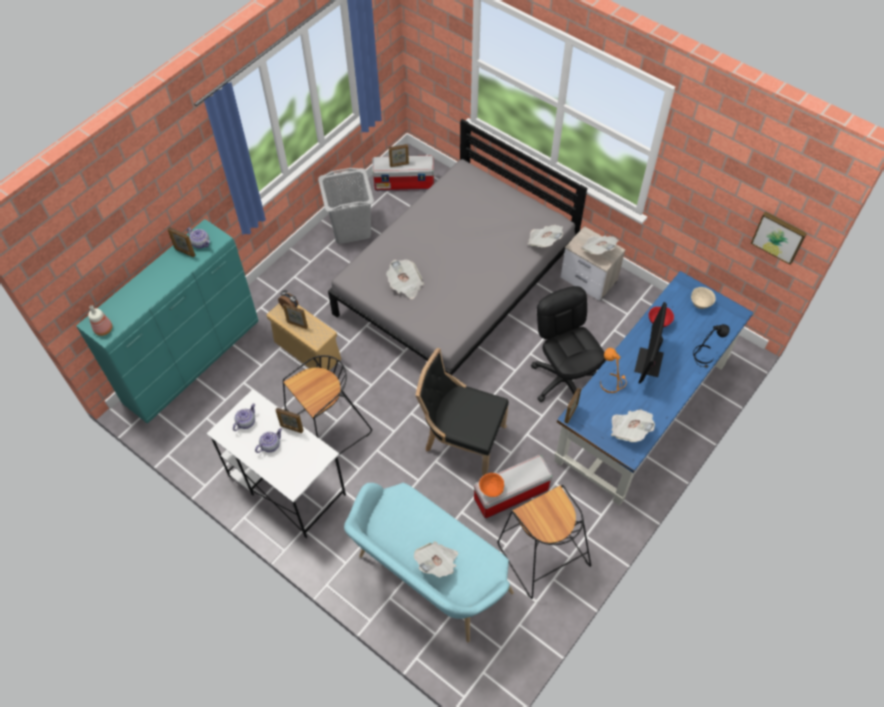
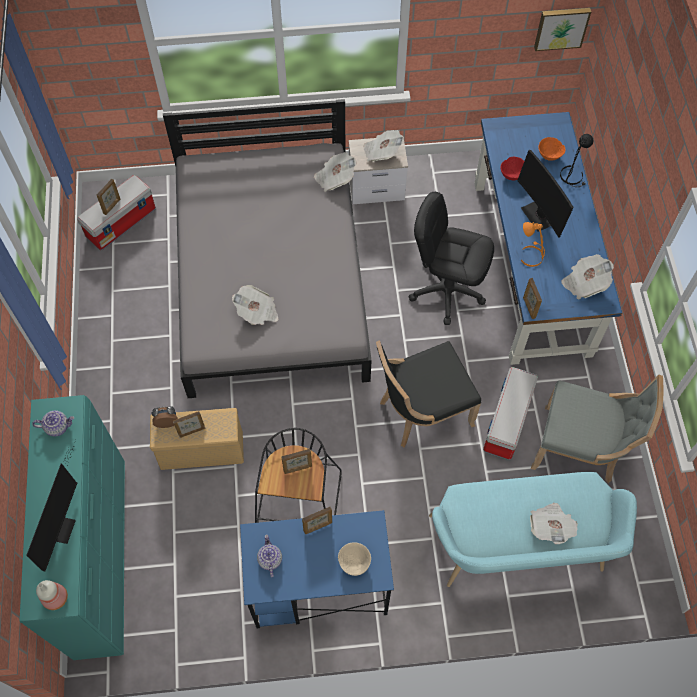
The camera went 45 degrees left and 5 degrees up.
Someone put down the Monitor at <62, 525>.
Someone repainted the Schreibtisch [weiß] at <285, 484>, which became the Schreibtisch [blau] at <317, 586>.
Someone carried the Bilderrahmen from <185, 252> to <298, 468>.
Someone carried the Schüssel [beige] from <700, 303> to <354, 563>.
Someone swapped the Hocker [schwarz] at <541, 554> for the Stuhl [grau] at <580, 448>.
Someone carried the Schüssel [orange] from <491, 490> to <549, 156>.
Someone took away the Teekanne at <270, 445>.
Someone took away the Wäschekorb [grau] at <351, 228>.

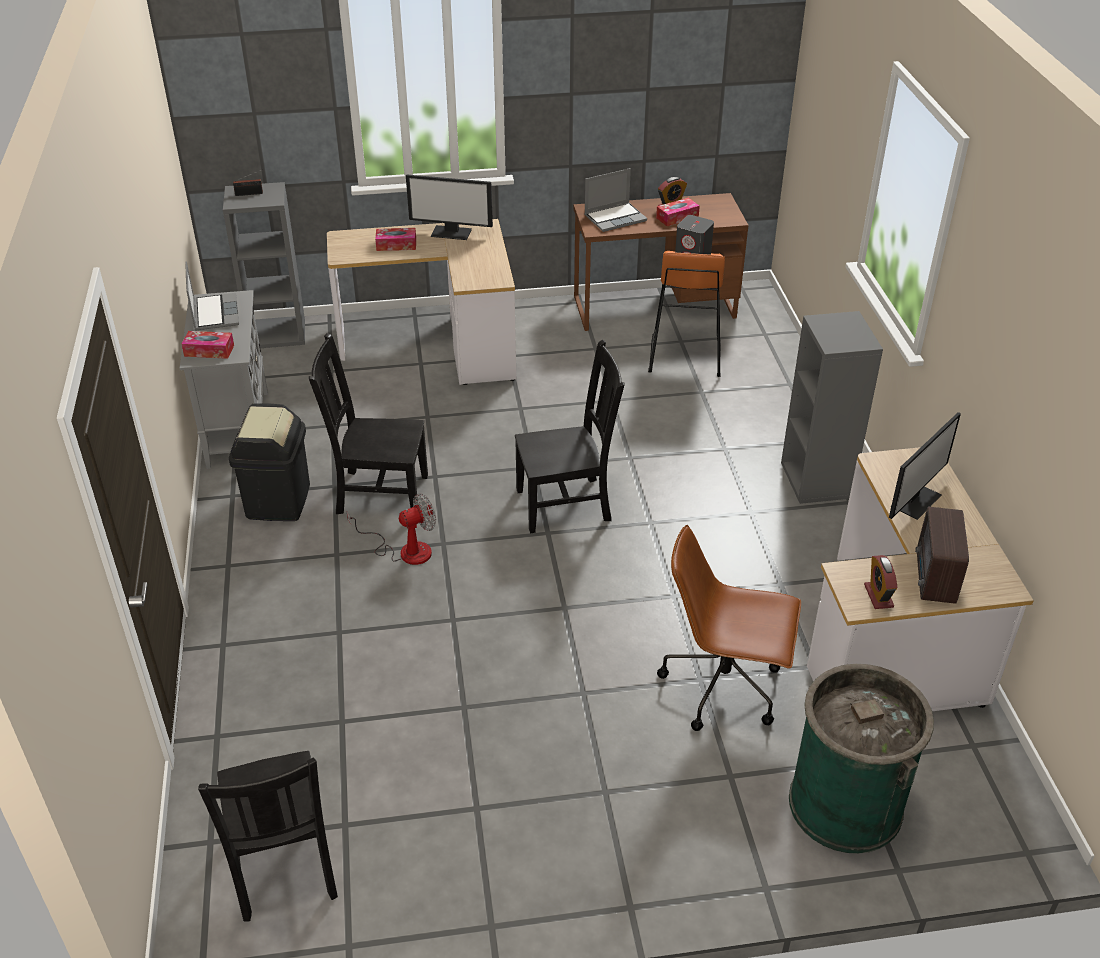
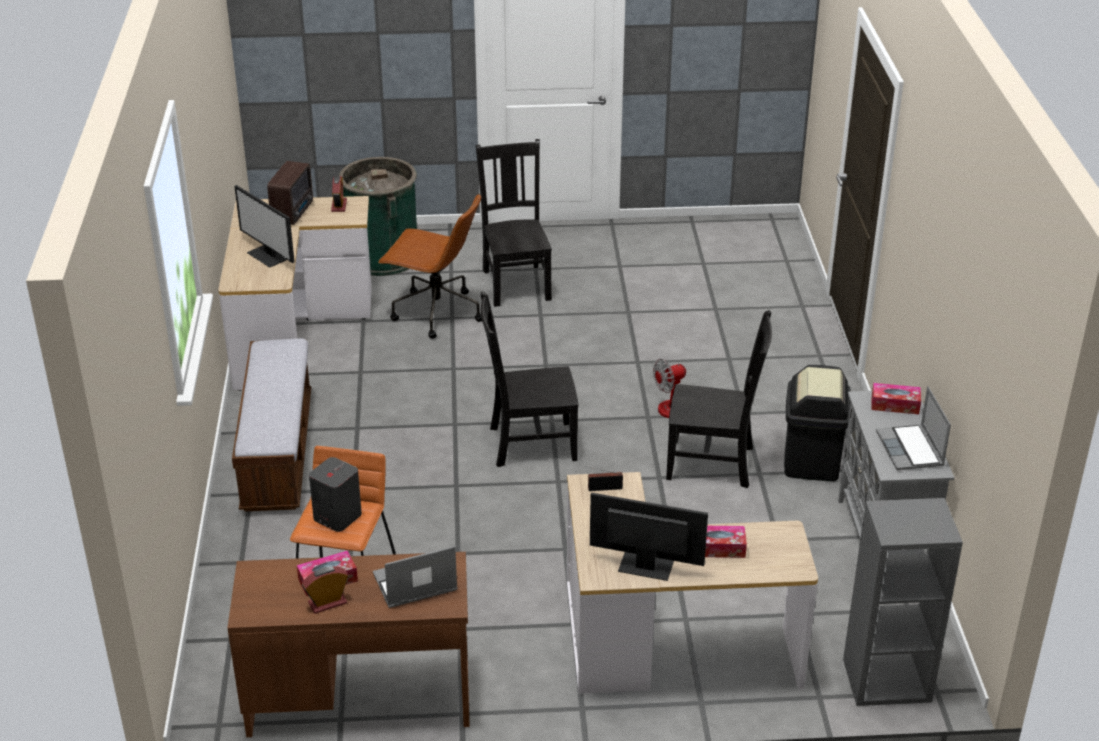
The camera went 175 degrees left and 5 degrees down.
Someone swapped the Bücherregal [grau] at <817, 480> for the Bank at <278, 452>.
Someone rotated the Monitor at <915, 500> by 90 degrees counterclockwise.
Someone carried the Stuhl [schwarz] from <284, 866> to <516, 283>.
Someone carried the Radio from <250, 194> to <603, 488>.

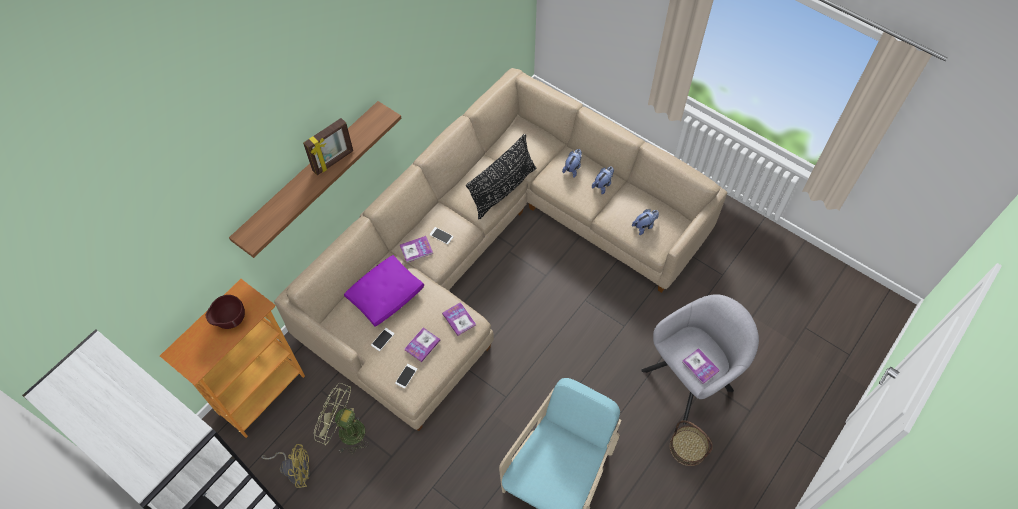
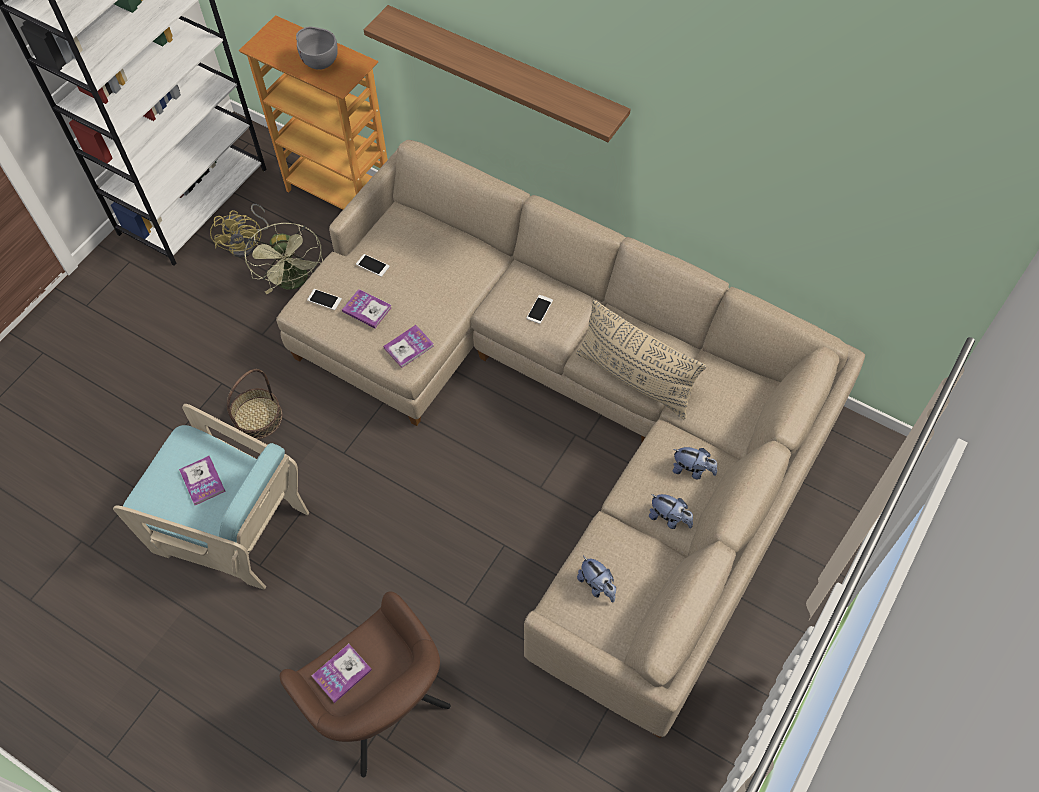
The camera went 85 degrees right and 0 degrees up.
Someone carried the Buch from <416, 249> to <202, 481>.
Someone carried the Korb from <688, 447> to <257, 417>.
Someone rotated the Ventilator [grün] at <345, 431> by 150 degrees clockwise.
Someone repainted the Sessel [grau] at <691, 378>, which became the Sessel [braun] at <382, 709>.
Someone repainted the Schüssel [braun] at <230, 321>, which became the Schüssel [grau] at <319, 63>.
Someone repainted the Kissen [schwarz] at <503, 190>, which became the Kissen [beige] at <635, 379>.
Someone took away the Bilderrahmen at <333, 161>.
Someone took away the Kissen [lila] at <386, 294>.

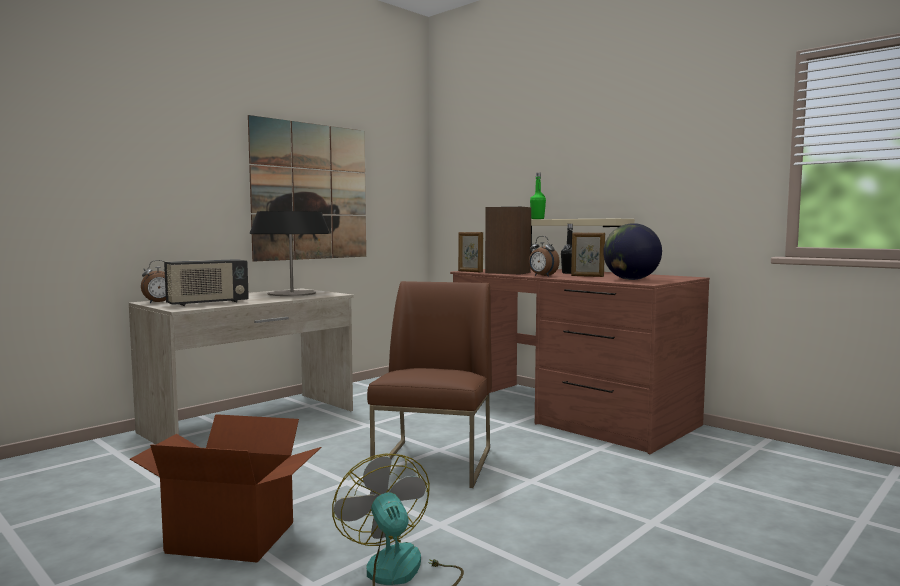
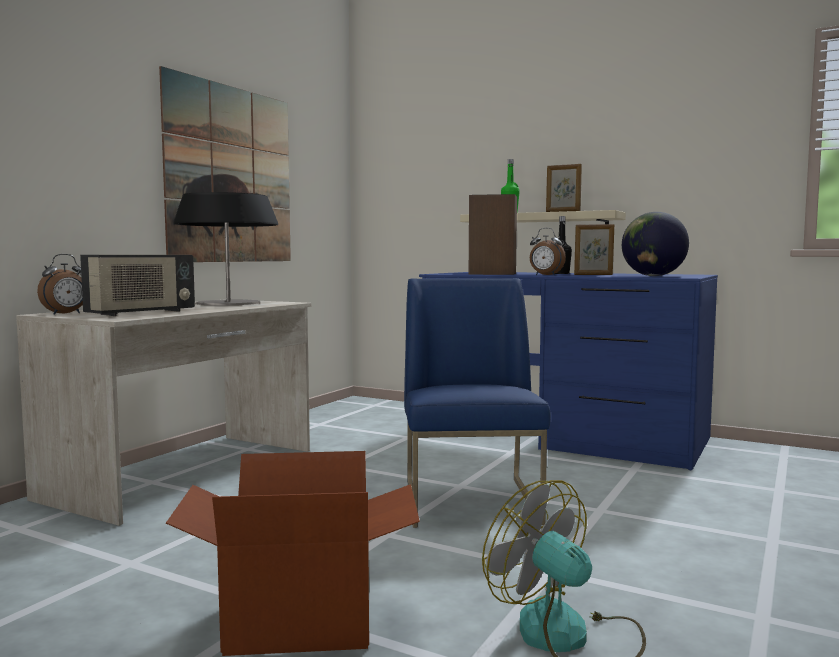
The camera went 15 degrees left and 0 degrees up.
Someone repainted the Stuhl [braun] at <435, 463>, which became the Stuhl [blau] at <472, 502>.
Someone repainted the Schreibtisch [braun] at <570, 413>, which became the Schreibtisch [blau] at <564, 435>.
Someone carried the Bilderrahmen from <470, 271> to <563, 211>.

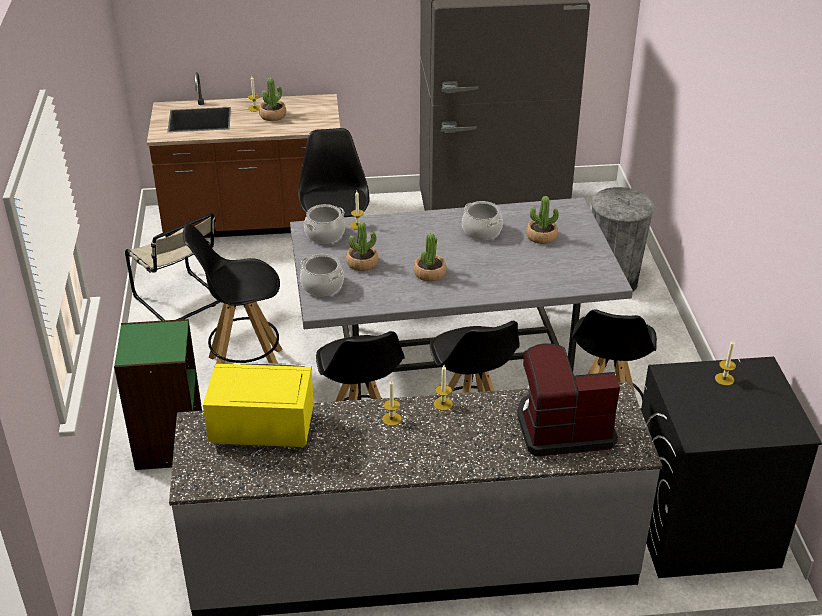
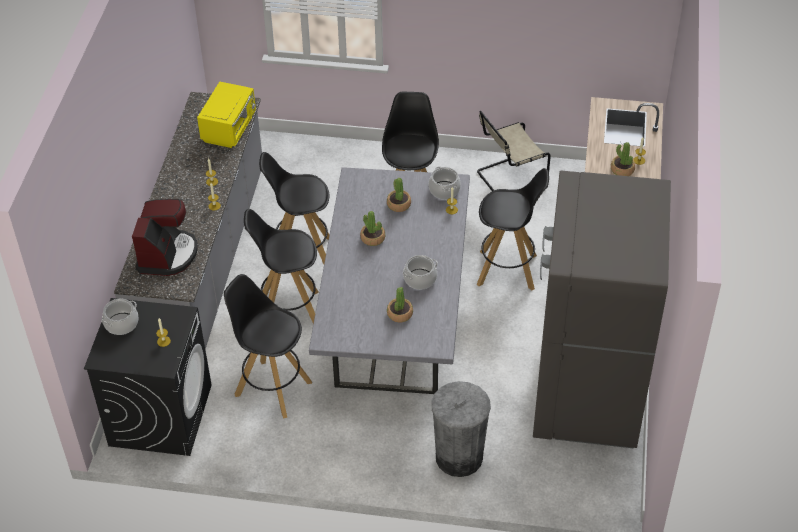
The camera went 105 degrees right and 10 degrees up.
Someone carried the Kochtopf from <322, 286> to <121, 323>.
Someone took away the Bücherregal [grün] at <169, 444>.

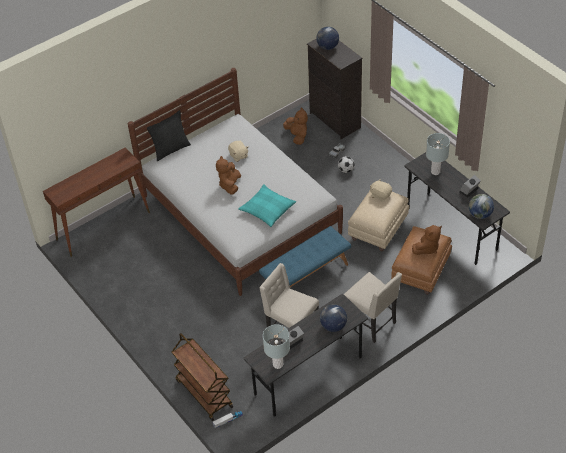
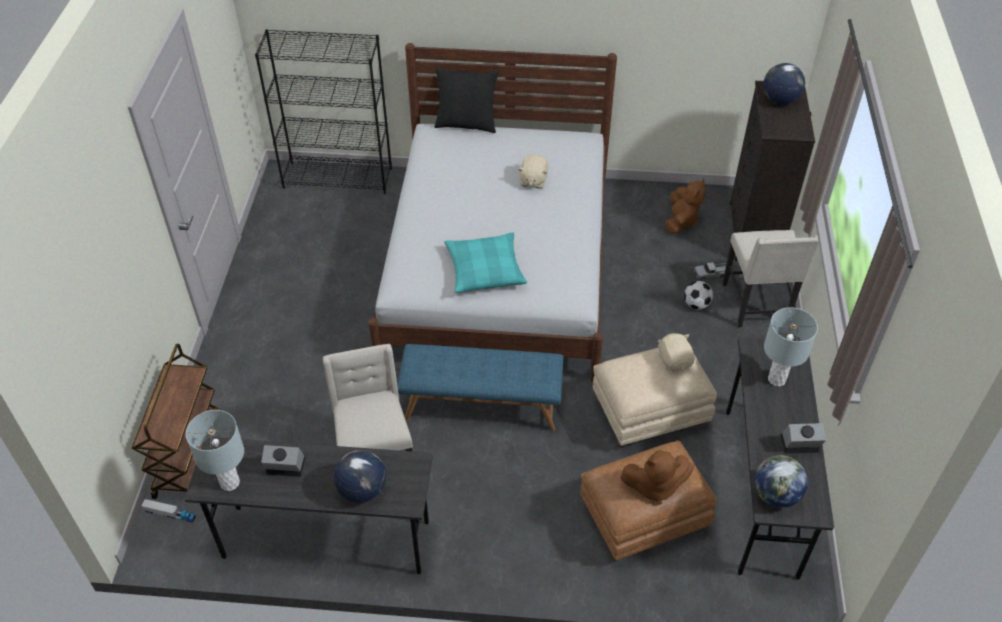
The camera went 40 degrees right and 0 degrees up.
Someone swapped the Konsolentisch [braun] at <103, 225> for the Bücherregal [schwarz] at <338, 178>.
Someone carried the Stuhl [beige] from <371, 323> to <757, 305>.
Someone took away the Plüschtier [braun] at <230, 185>.

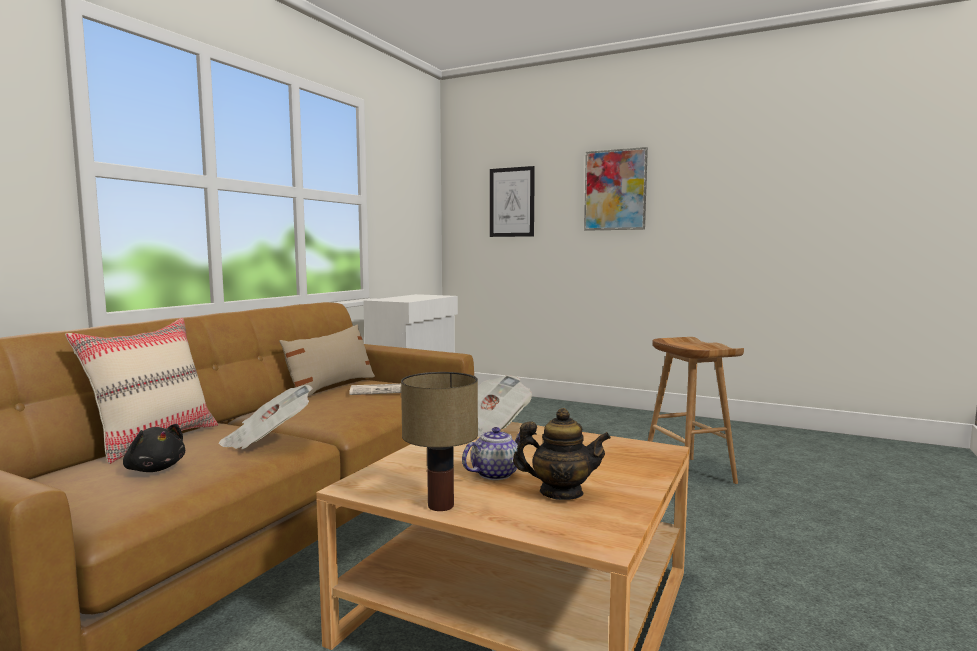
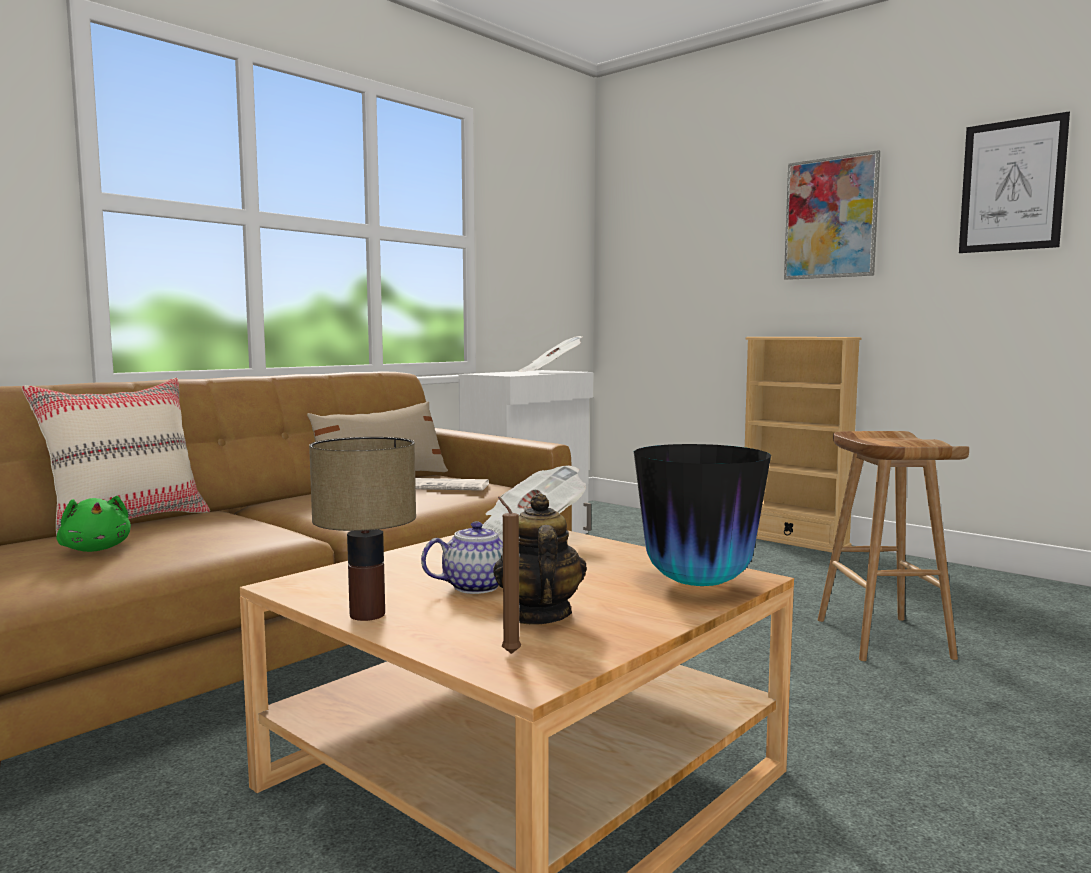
The camera went 15 degrees right and 0 degrees up.
Someone repainted the Plüschtier [schwarz] at <155, 469>, which became the Plüschtier [grün] at <96, 549>.
Someone rotated the Teekanne at <561, 493> by 120 degrees counterclockwise.
Someone put down the Kerze [braun] at <509, 652>.
Someone carried the Zeitung from <267, 440> to <550, 371>.
Someone put down the Vase at <698, 584>.
Someone put down the Bücherregal [beige] at <794, 541>.
Someone carried the Bild from <512, 202> to <1012, 185>.

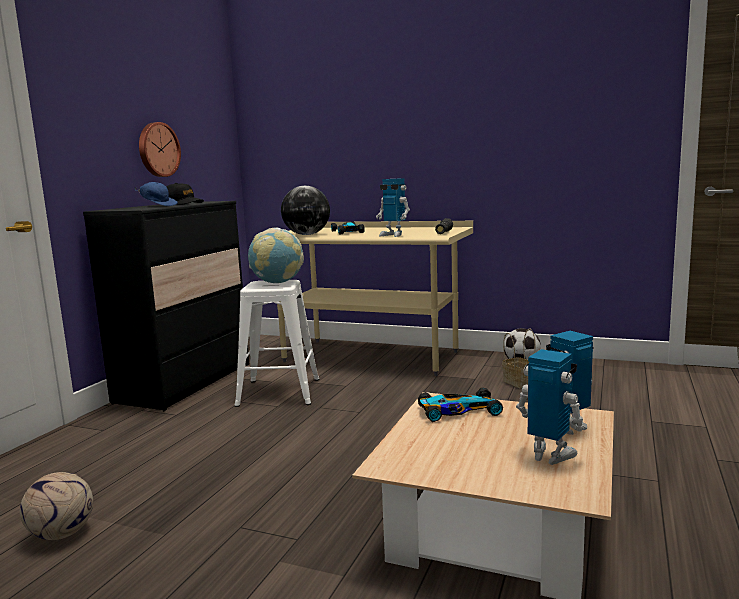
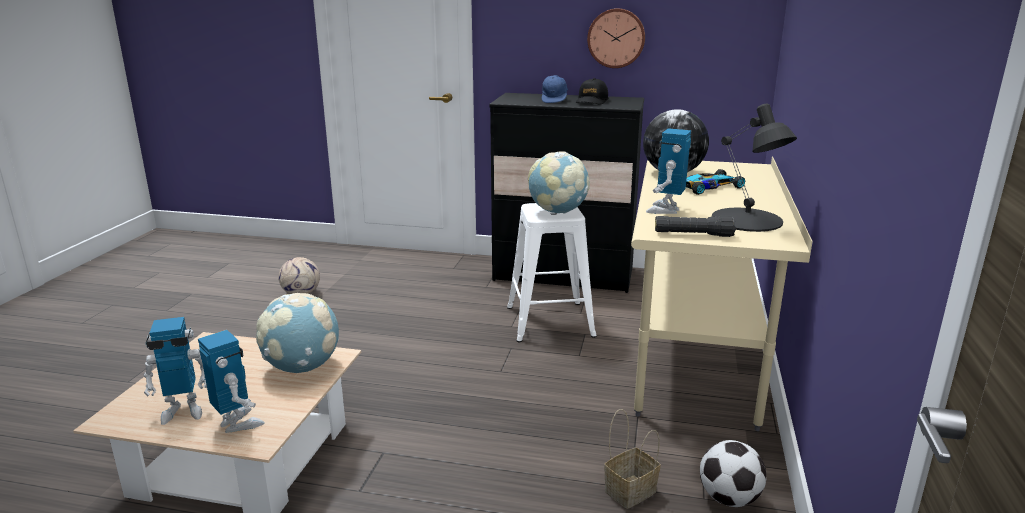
The camera went 80 degrees right and 10 degrees up.
Someone rotated the Spielzeugroboter at <550, 456> by 45 degrees clockwise.
Someone swapped the Spielzeugauto at <457, 411> for the Globus at <302, 367>.
Someone put down the Tischlampe [schwarz] at <747, 220>.

